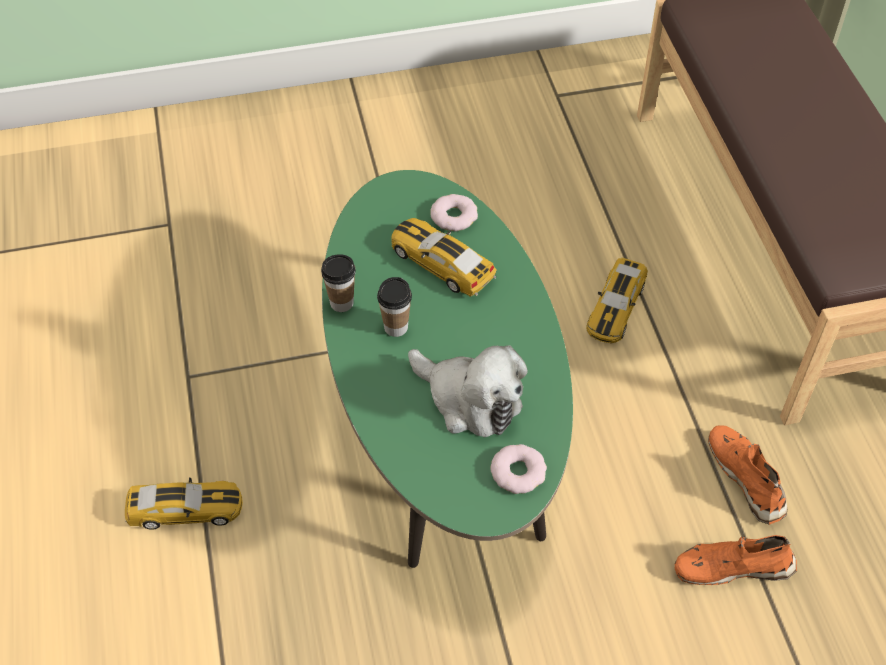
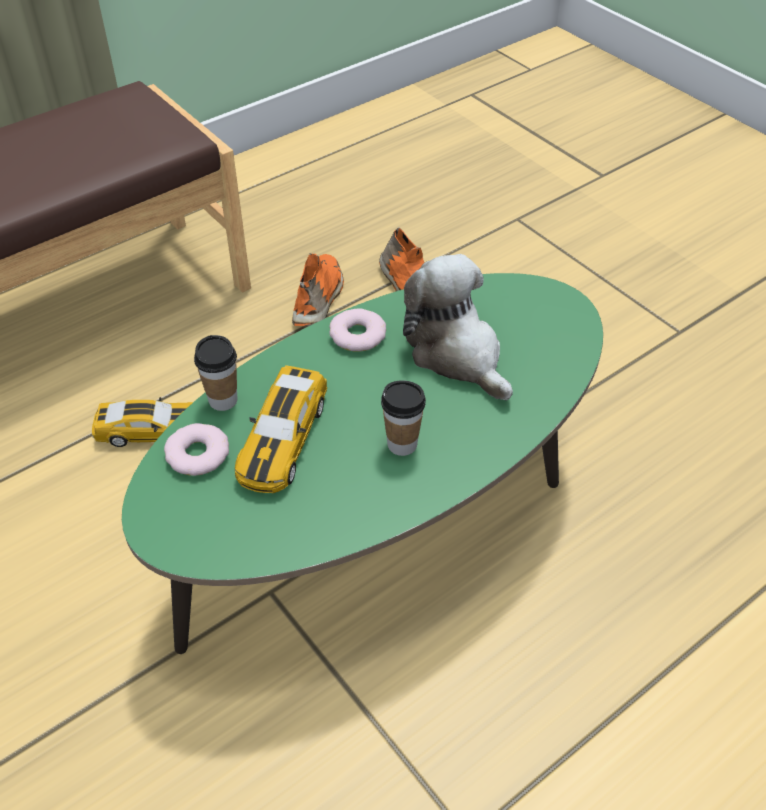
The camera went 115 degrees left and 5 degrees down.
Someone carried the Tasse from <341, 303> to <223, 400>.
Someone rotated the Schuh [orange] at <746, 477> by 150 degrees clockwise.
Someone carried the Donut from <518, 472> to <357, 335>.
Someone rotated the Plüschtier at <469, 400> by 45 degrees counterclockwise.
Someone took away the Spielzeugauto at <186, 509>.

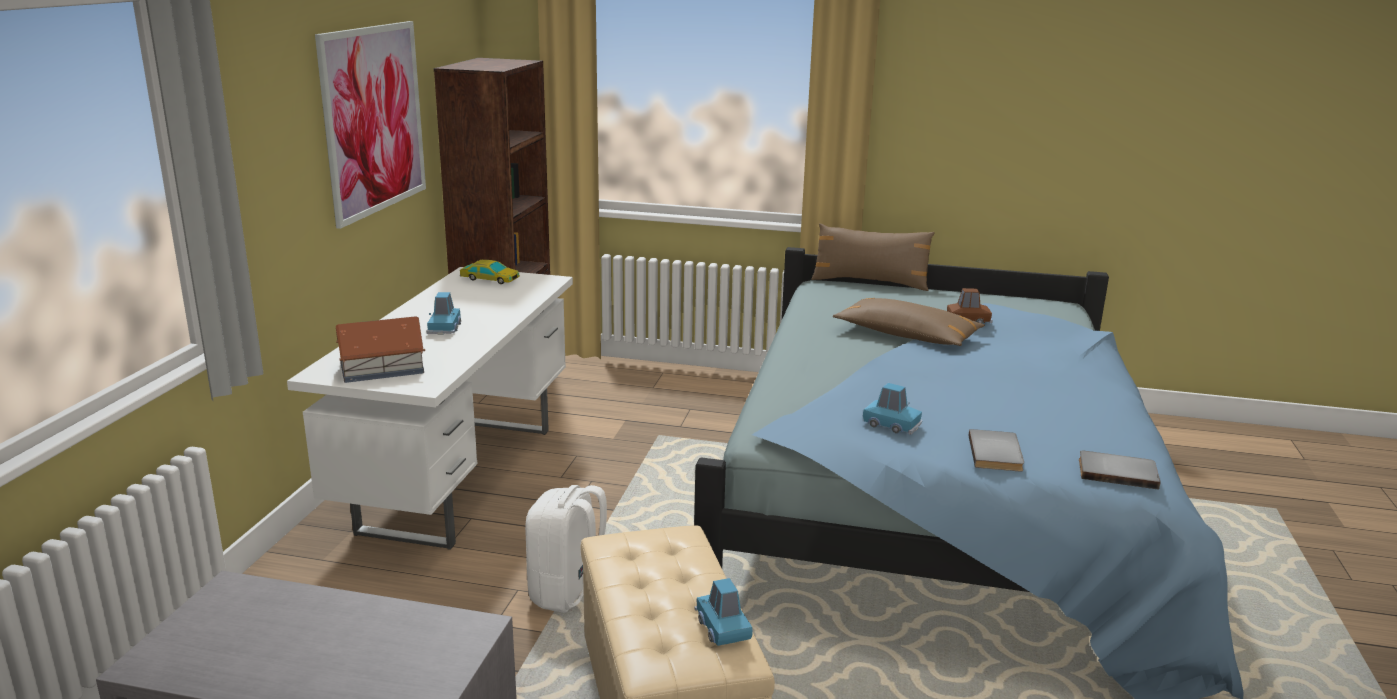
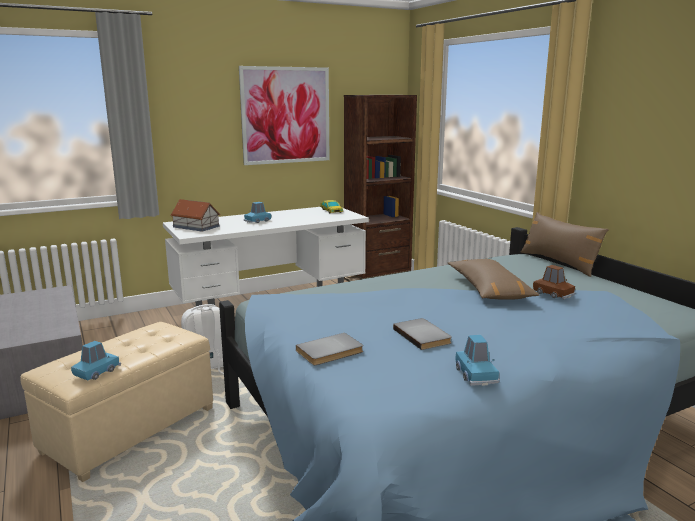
The camera went 50 degrees right and 5 degrees down.
Someone carried the Buch [grau] from <1117, 472> to <423, 335>.
Someone carried the Spielzeugauto [blau] from <892, 425> to <475, 374>.

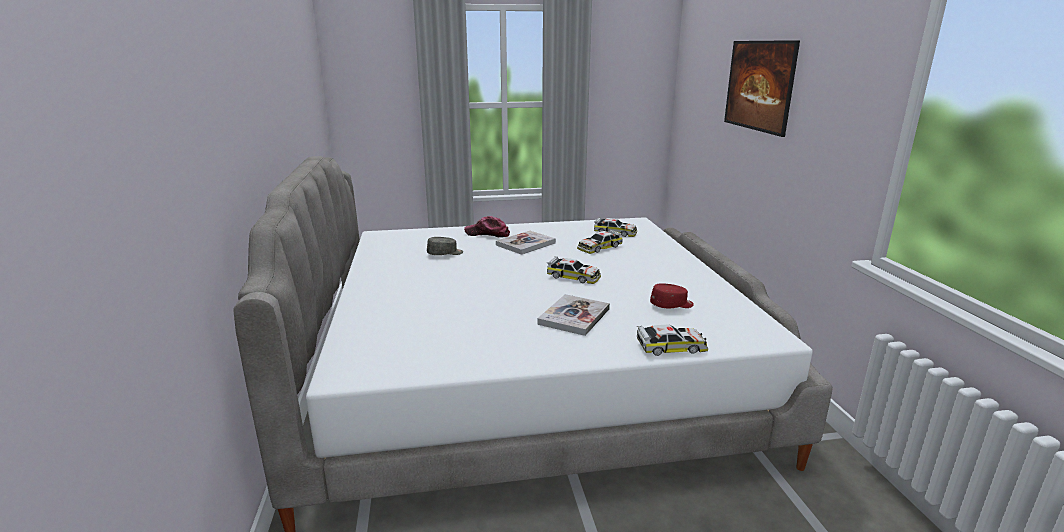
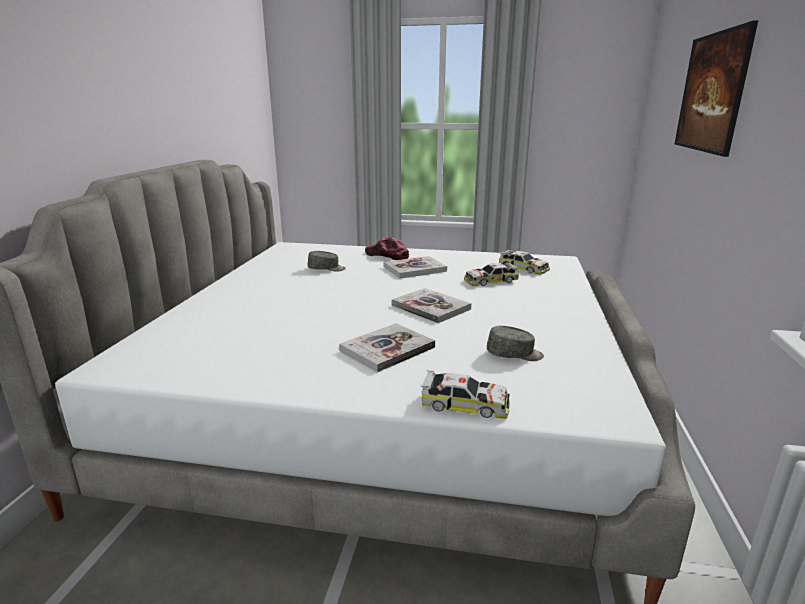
The camera went 20 degrees right and 0 degrees up.
Someone swapped the Spielzeugauto at <573, 277> for the Buch at <430, 307>.
Someone repainted the Kappe [rot] at <672, 305>, which became the Kappe [grau] at <514, 354>.

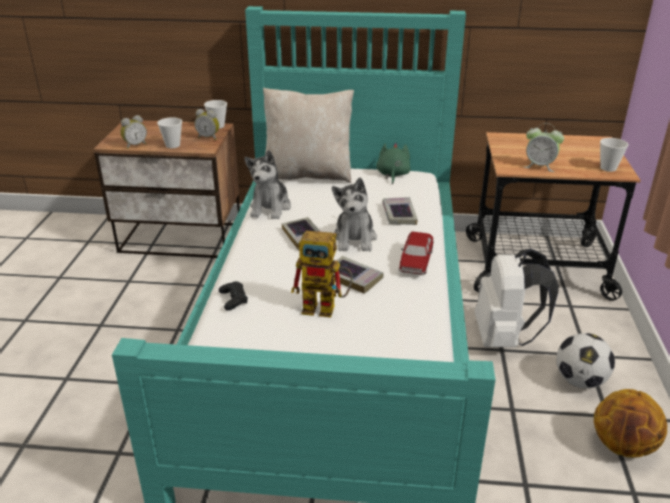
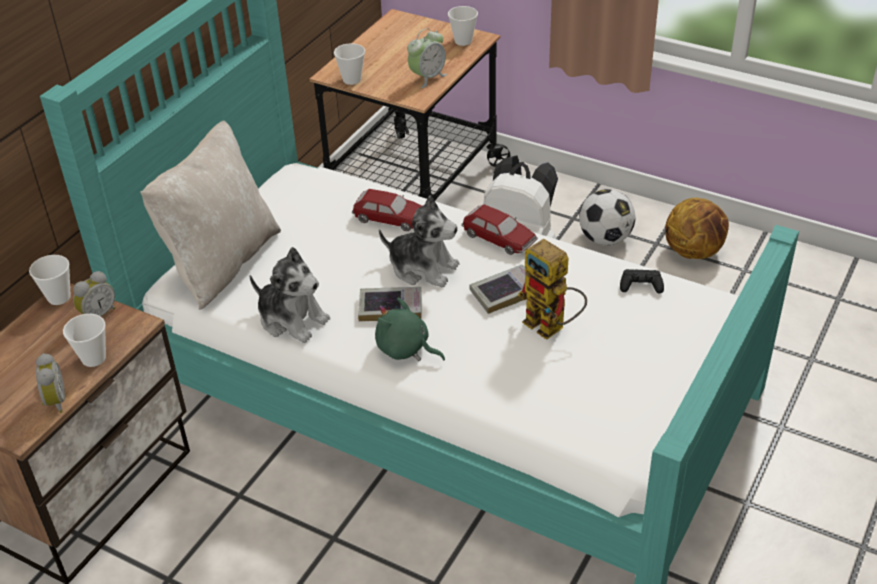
The camera went 65 degrees left and 10 degrees up.
Someone put down the Tasse at <352, 80>.
Someone swapped the Buch at <399, 214> for the Spielzeugauto at <390, 218>.
Someone carried the Plüschtier [grün] from <392, 175> to <405, 349>.
Someone rotated the Spielzeugroboter at <326, 308> by 105 degrees clockwise.
Someone carried the Gamepad [schwarz] from <233, 299> to <641, 285>.

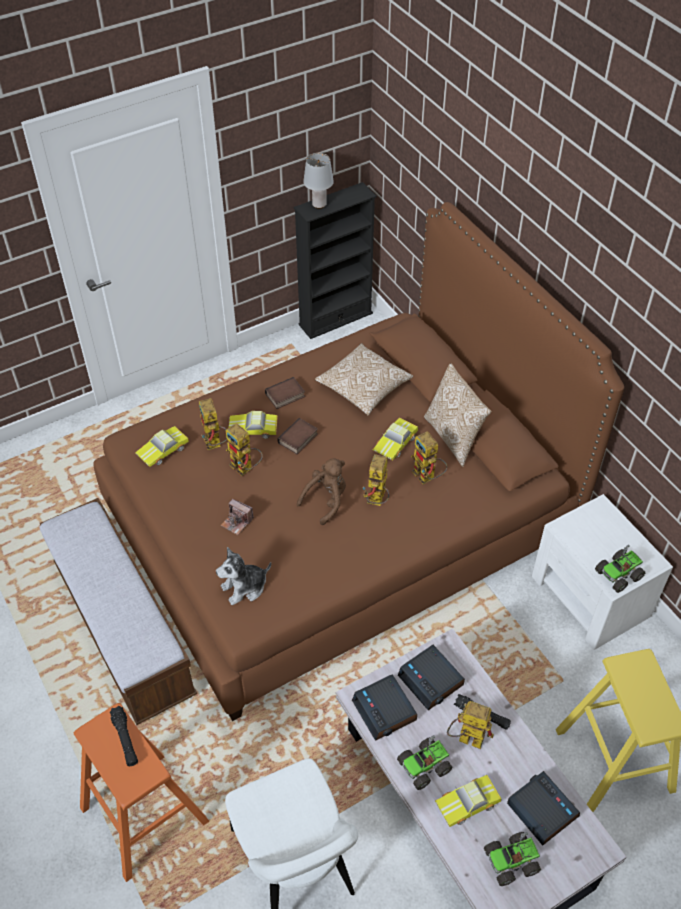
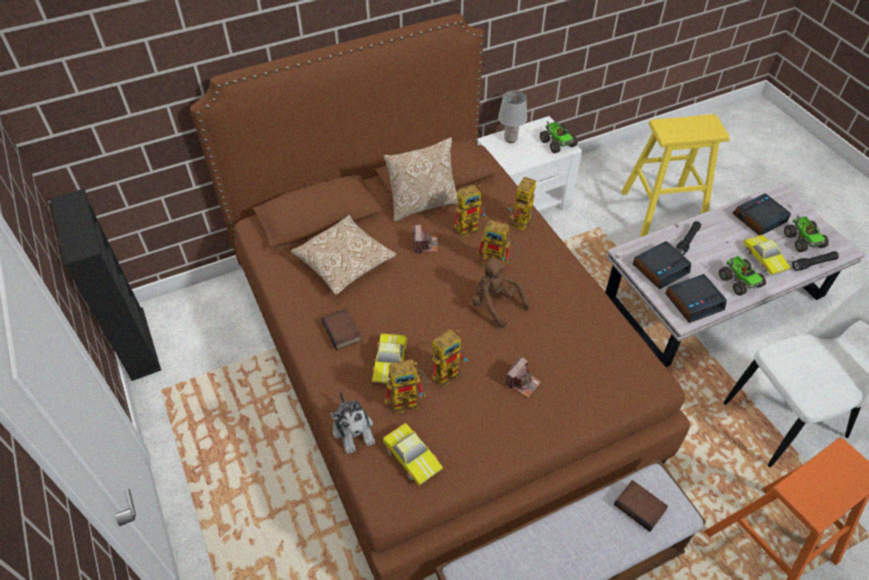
The camera went 85 degrees left and 0 degrees up.
Someone carried the Plüschtier from <245, 587> to <354, 430>.
Someone swapped the Spielzeugauto at <396, 443> for the Kamera at <425, 245>.
Someone carried the Tischlampe [grau] from <319, 205> to <511, 139>.
Someone carried the Spielzeugroboter from <465, 739> to <521, 226>.
Someone carried the Buch from <298, 439> to <641, 507>.
Someone carried the Taschenlampe [schwarz] from <125, 739> to <813, 264>.

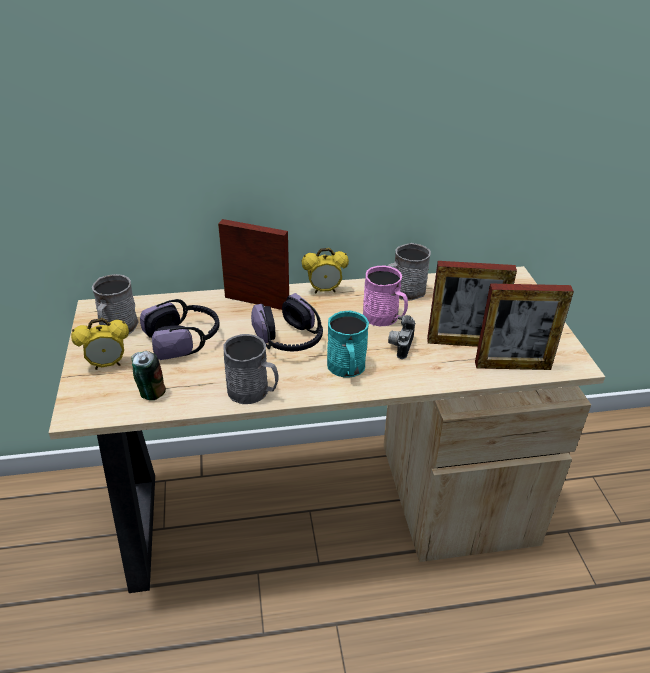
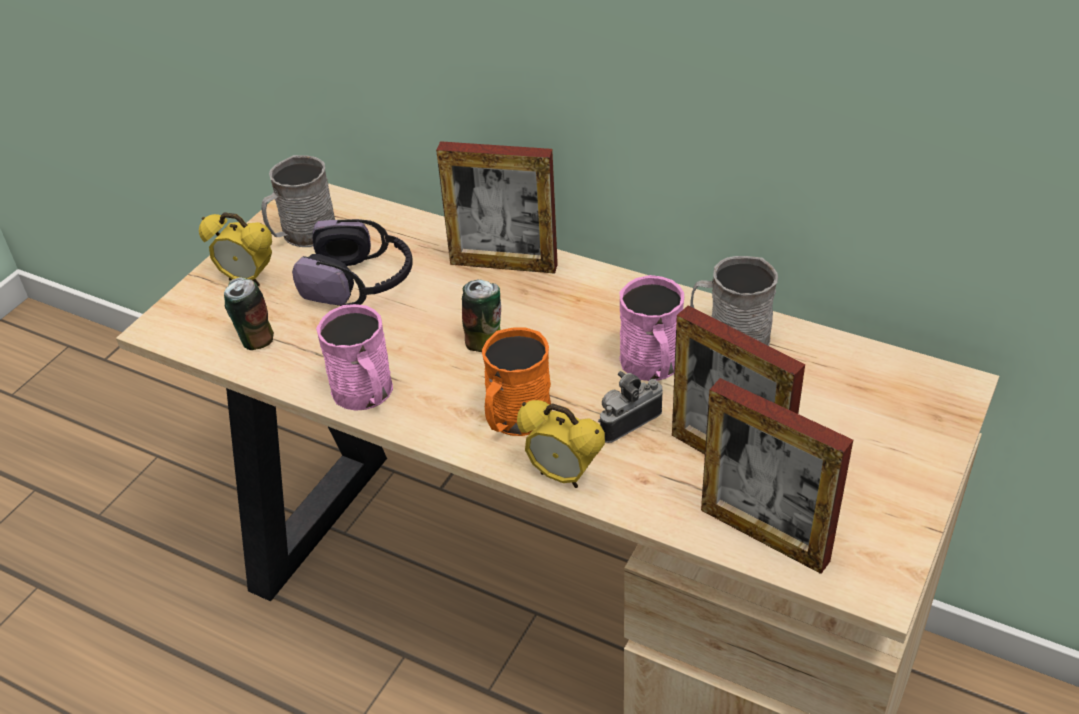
The camera went 40 degrees right and 5 degrees up.
Someone repainted the Henkelbecher [grau] at <253, 392>, which became the Henkelbecher [rosa] at <366, 394>.
Someone rotated the Bilderrahmen at <257, 301> by 135 degrees clockwise.
Someone swapped the Kopfhörer at <289, 340> for the Dose at <484, 341>.
Someone repainted the Henkelbecher [türkis] at <347, 368>, which became the Henkelbecher [orange] at <515, 419>.
Someone carried the Wecker from <324, 290> to <562, 475>.

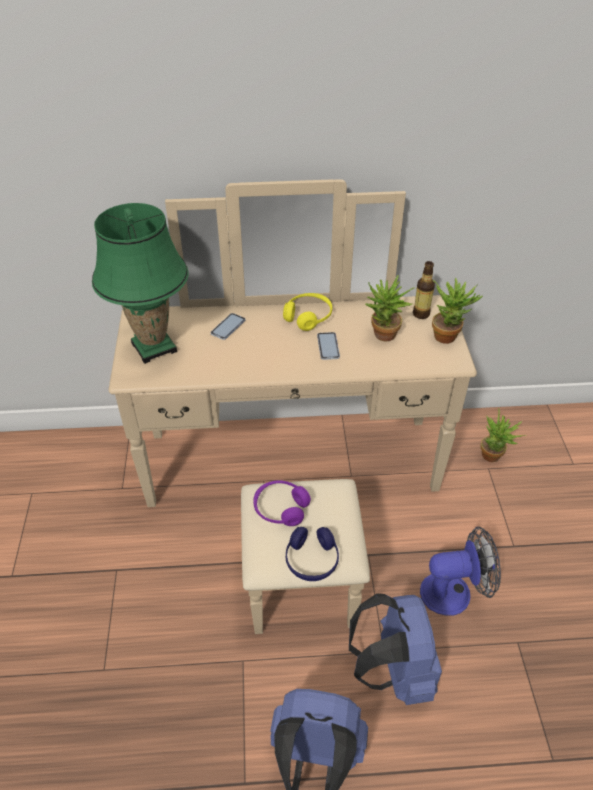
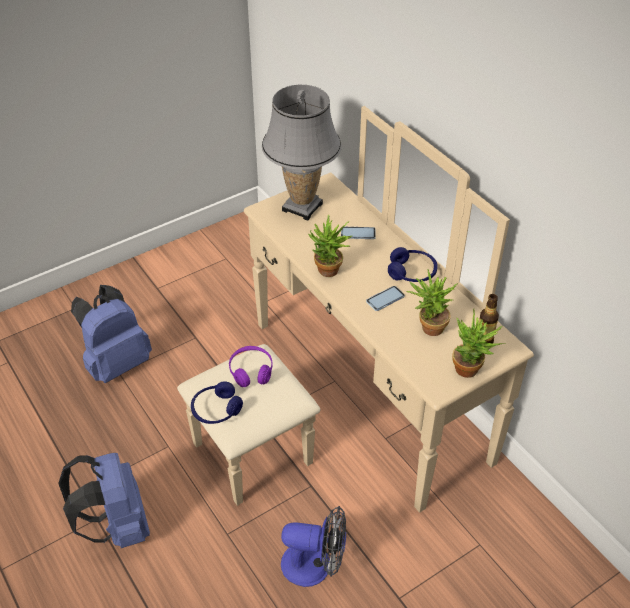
The camera went 60 degrees right and 0 degrees up.
Someone carried the Rucksack [blau] from <393, 670> to <116, 363>.
Someone repainted the Tischlampe [grün] at <154, 347>, which became the Tischlampe [grau] at <302, 207>.
Someone rotated the Ventilator at <454, 592> by 45 degrees counterclockwise.
Someone carried the Topfpflanze from <494, 457> to <328, 273>.
Someone repainted the Kopfhörer [gelb] at <308, 317>, which became the Kopfhörer [blau] at <412, 272>.

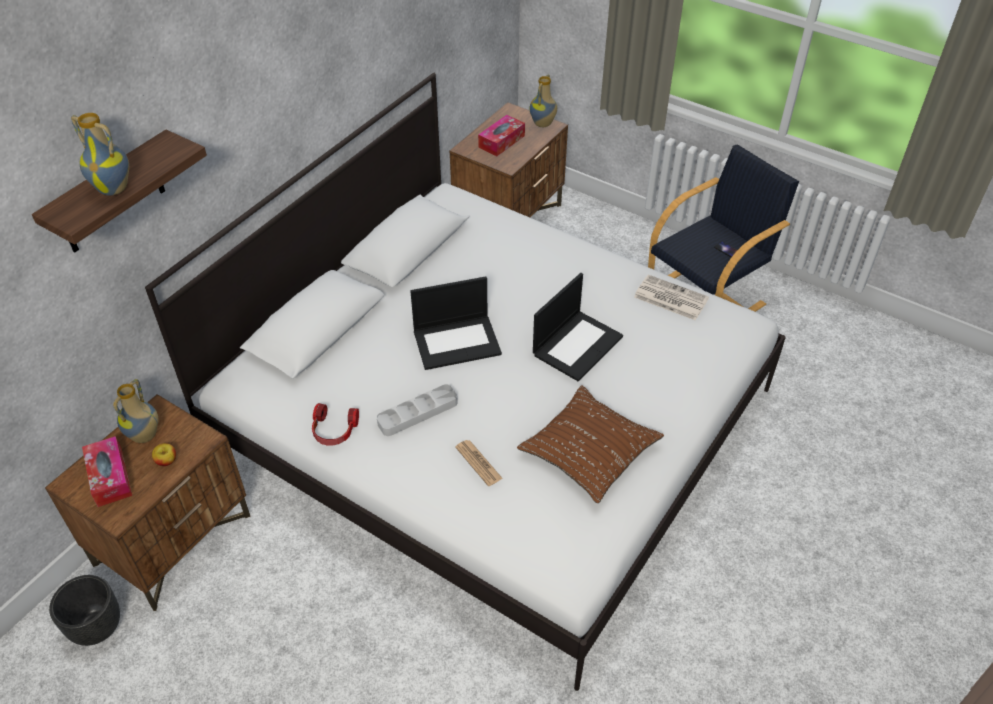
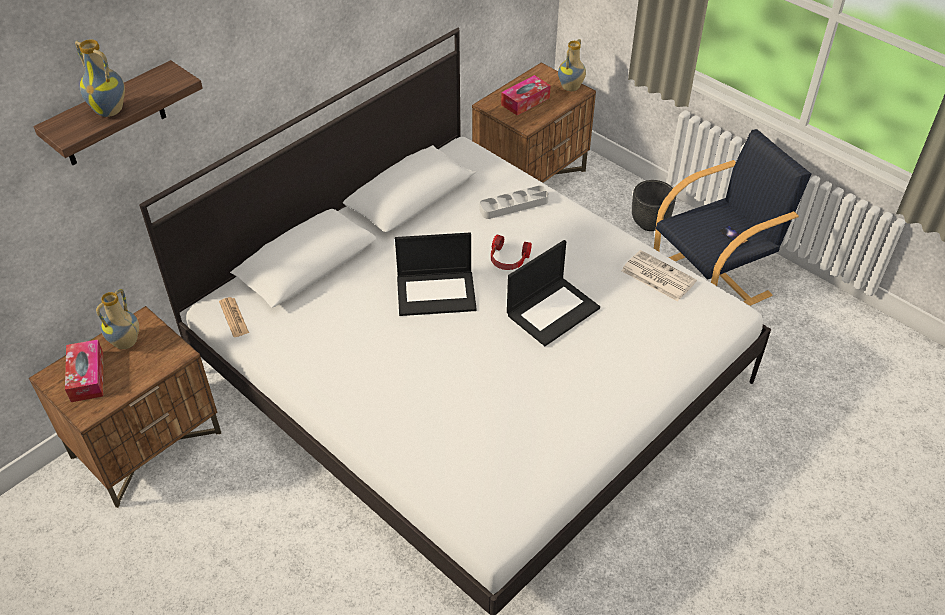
The camera went 10 degrees right and 0 degrees up.
Someone carried the Zeitung from <478, 463> to <234, 317>.
Someone carried the Tablett [grau] from <418, 413> to <514, 205>.
Someone carried the Kopfhörer from <334, 431> to <508, 259>.
Someone carried the Pflanzkübel [schwarz] from <98, 628> to <650, 223>.
Someone took away the Apfel at <166, 461>.
Someone took away the Kissen [braun] at <588, 451>.

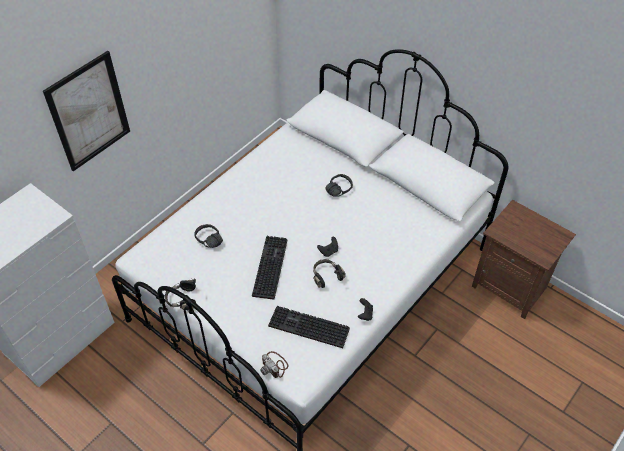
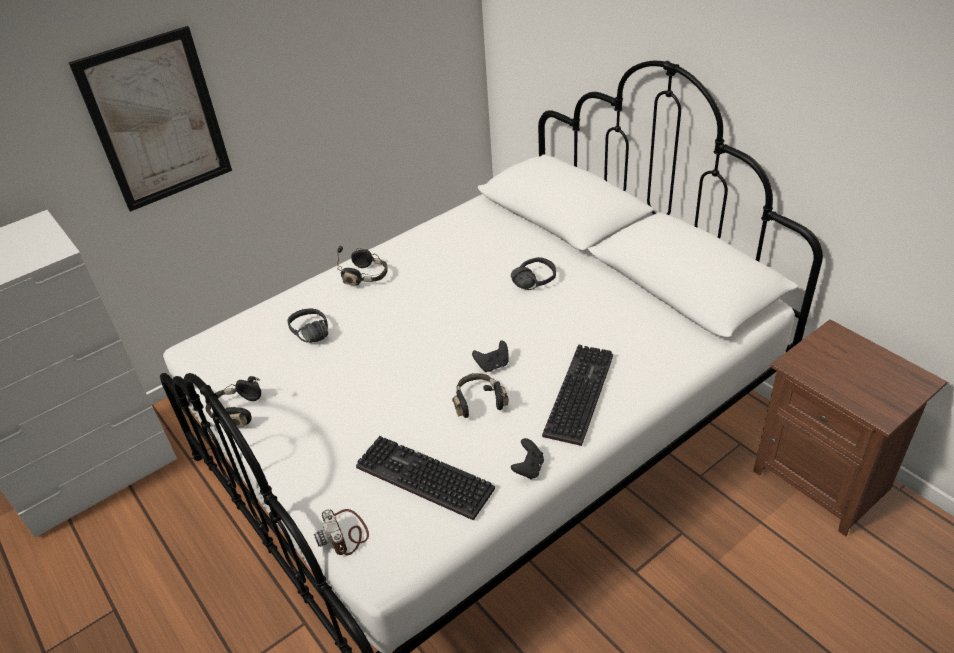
The camera went 15 degrees right and 10 degrees down.
Someone put down the Kopfhörer [schwarz] at <366, 276>.
Someone carried the Tastatur from <269, 266> to <577, 393>.

